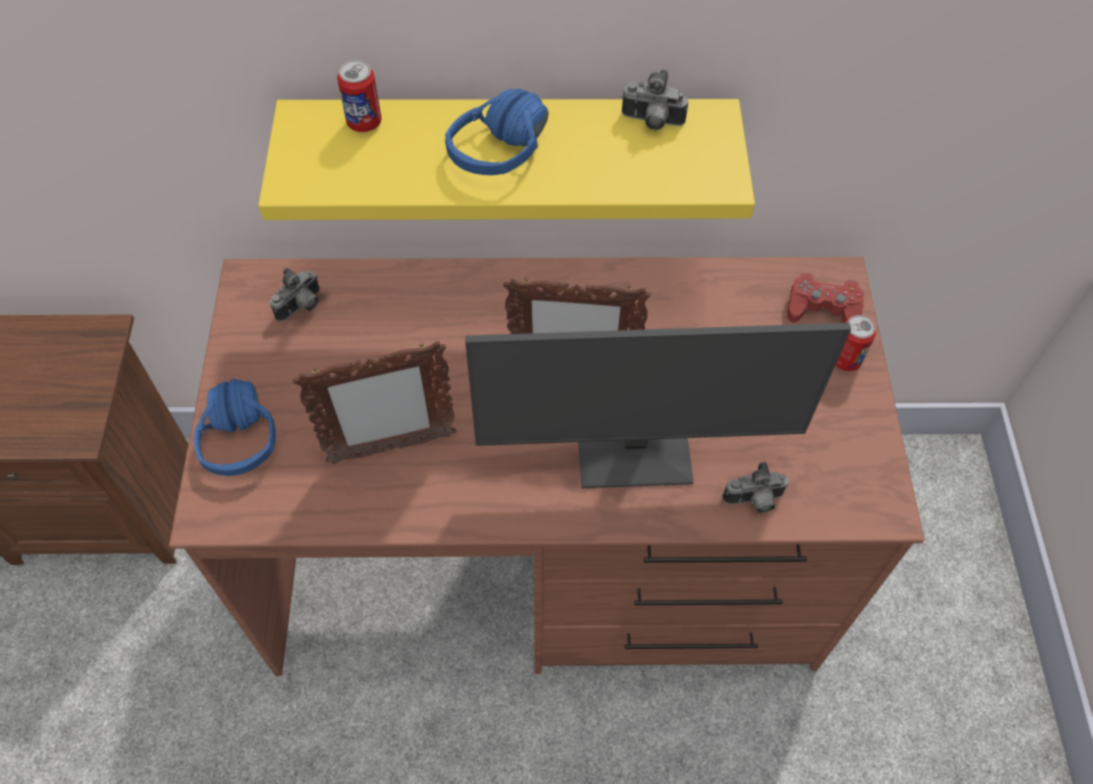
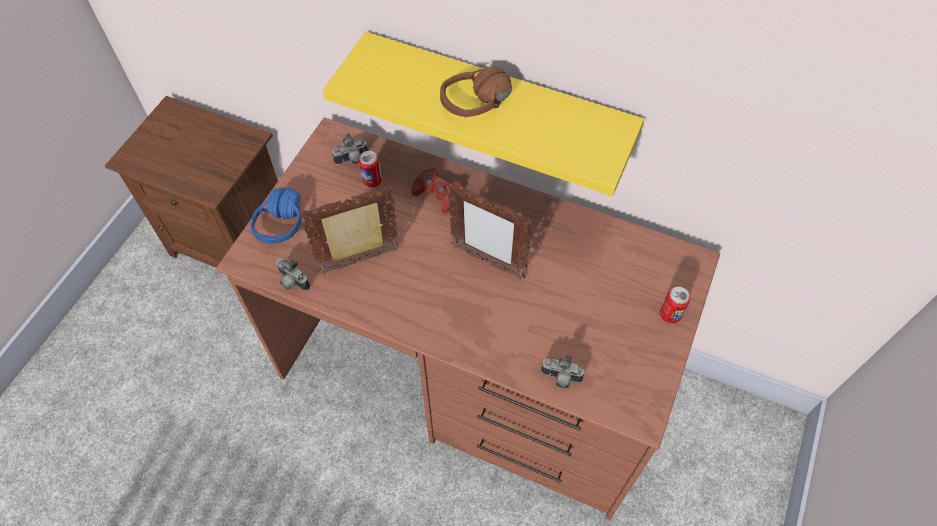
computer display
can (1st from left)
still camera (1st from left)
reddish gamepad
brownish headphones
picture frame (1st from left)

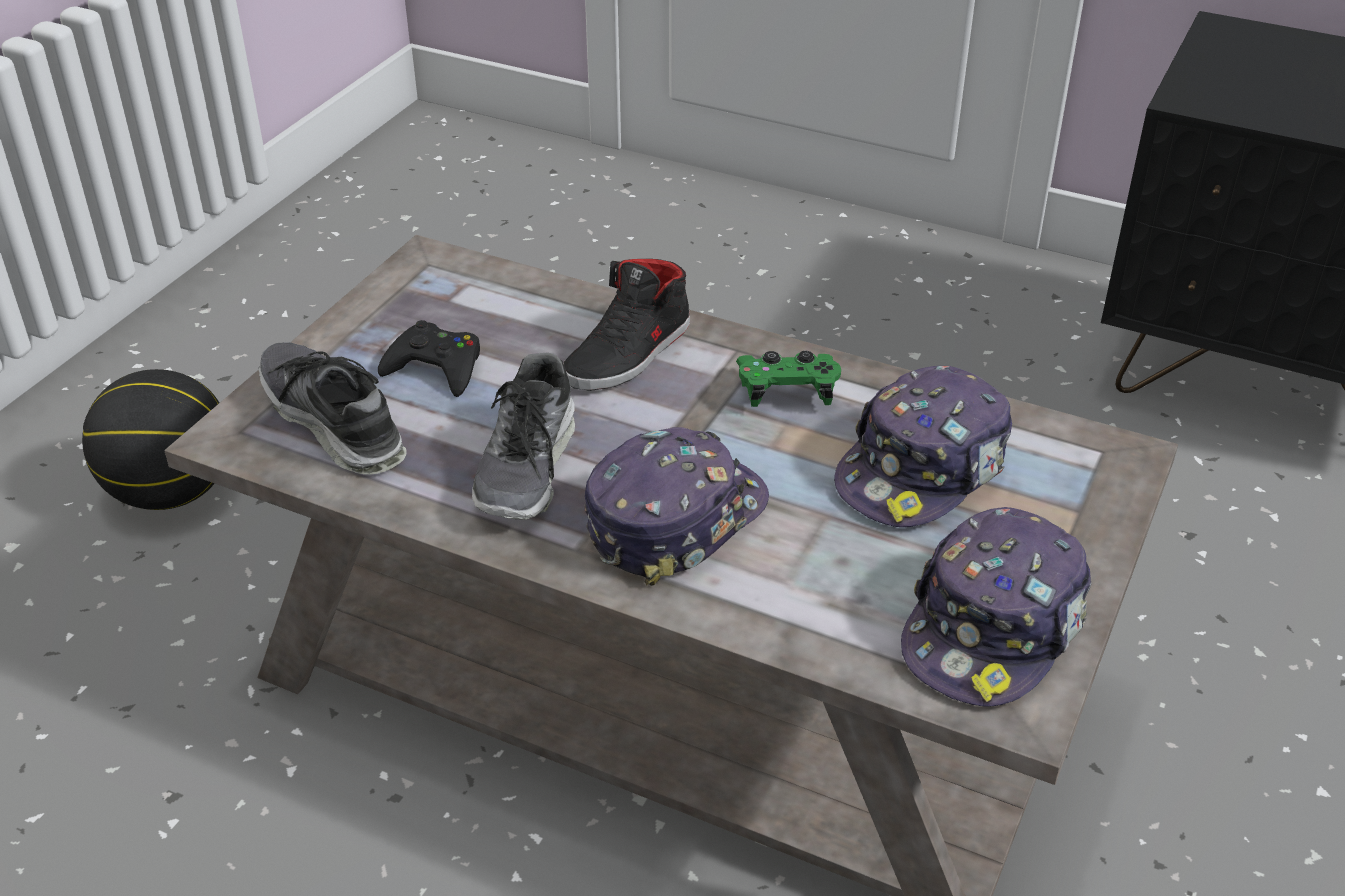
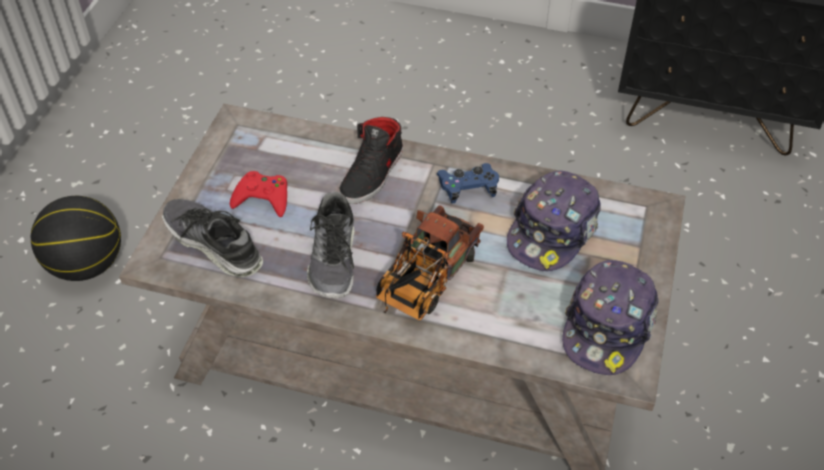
toy truck
reddish gamepad
blue-coloured gamepad

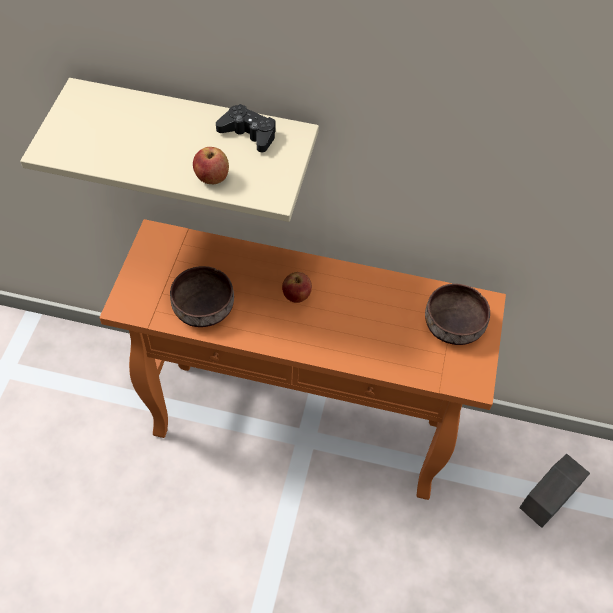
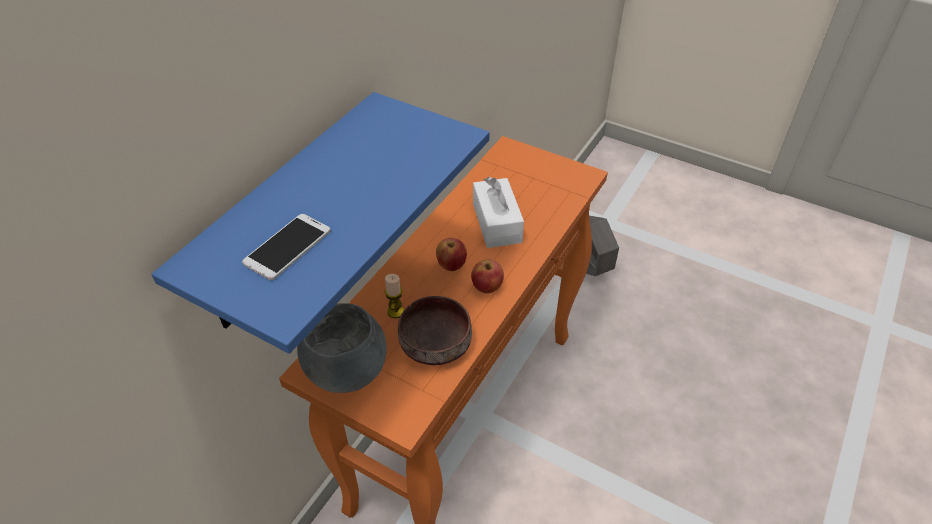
blackish gamepad
brownish bowl (2nd from left in the first image)
telephone
gray bowl
wax candle
white tissue box
apple (2nd from left)
blue-coloured bracket shelf

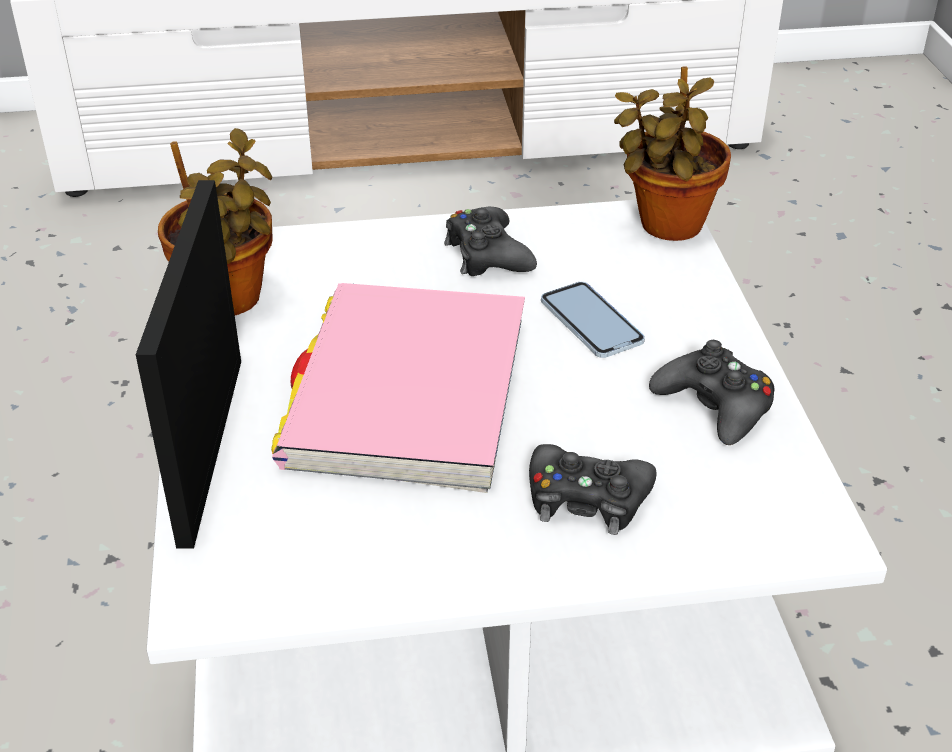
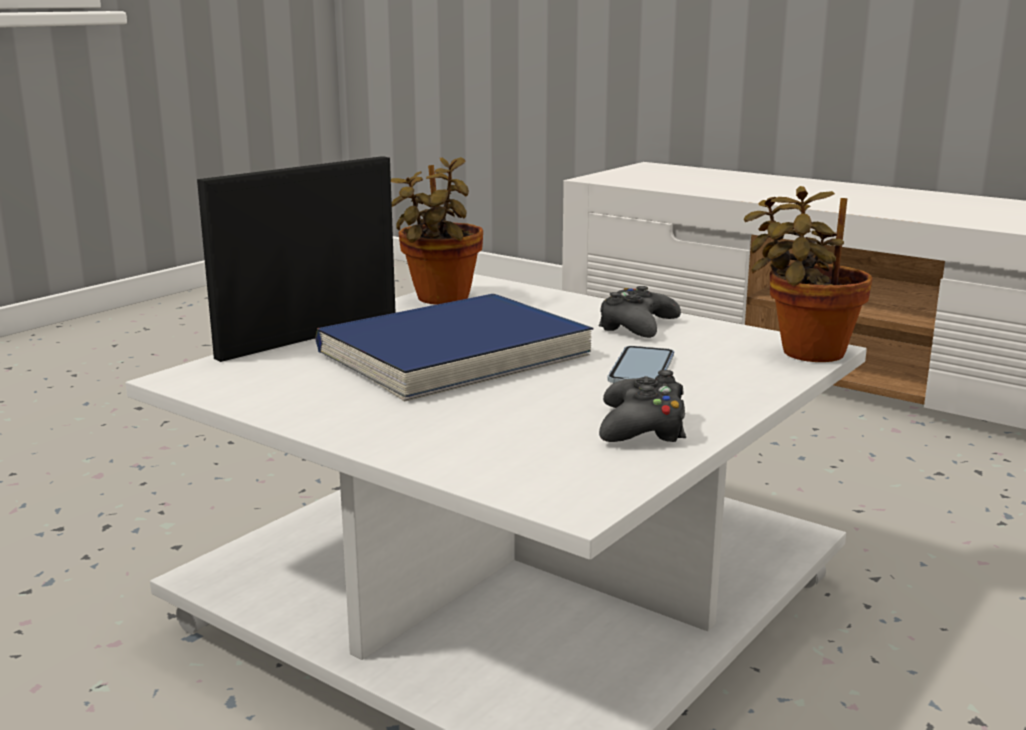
blackish gamepad (2nd from left in the first image)
blue-coloured bound book

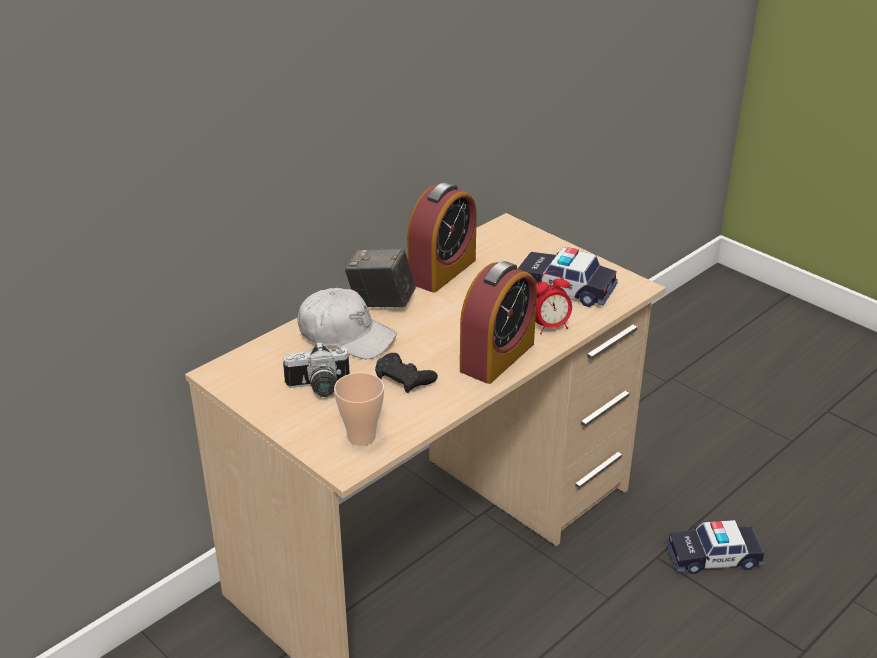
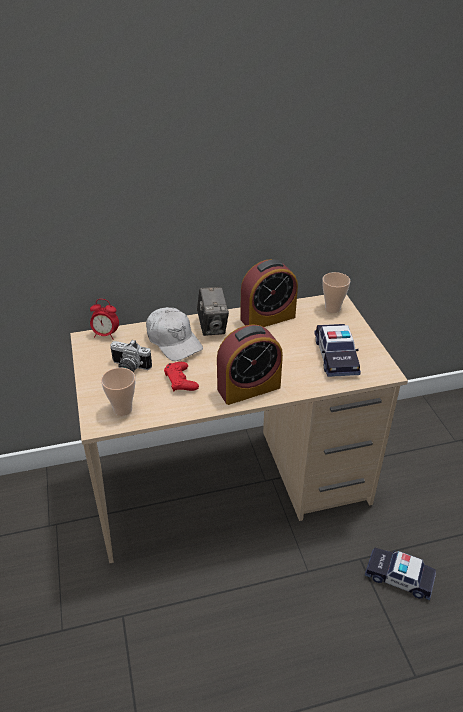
drinking cup (2nd from left)
bedside clock (1st from left)
reddish gamepad
still camera (2nd from left)
miniature car (1st from left)

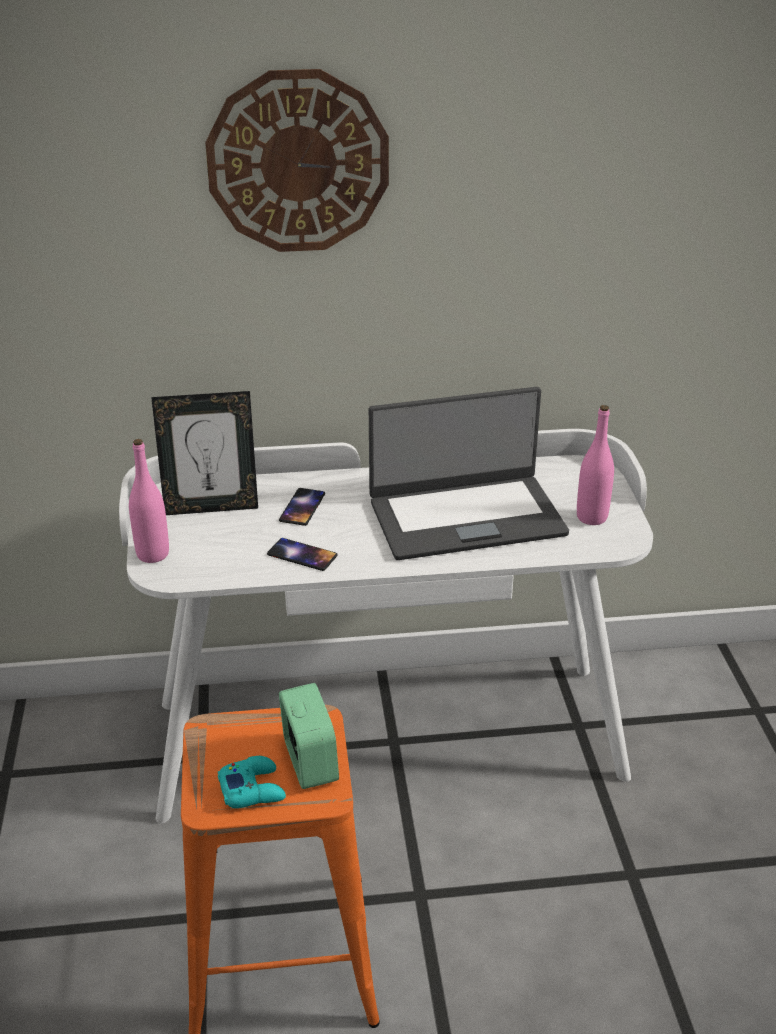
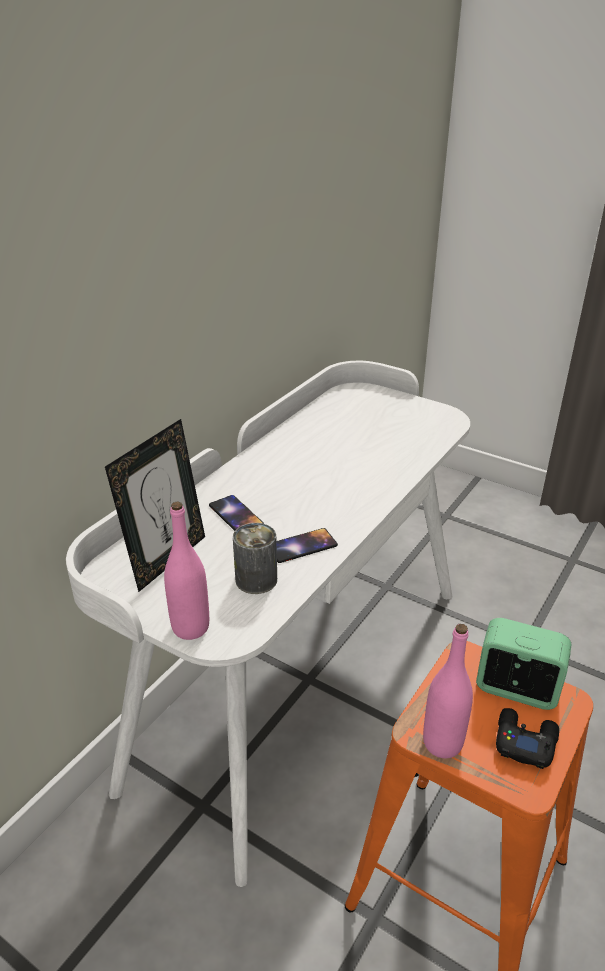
hanging clock
laptop
can
pink-coloured bottle (2nd from left)
blackish gamepad

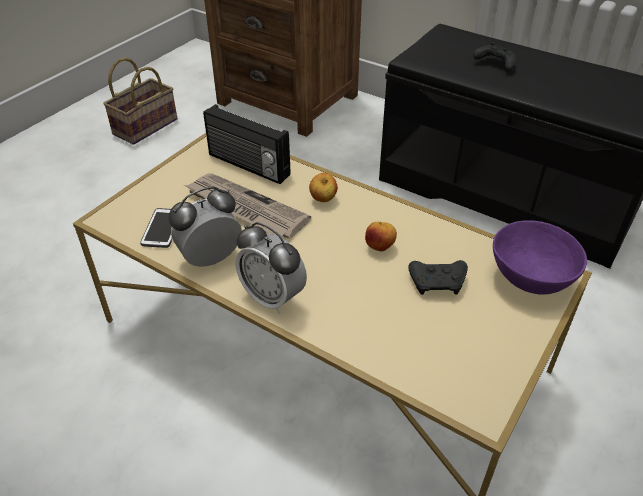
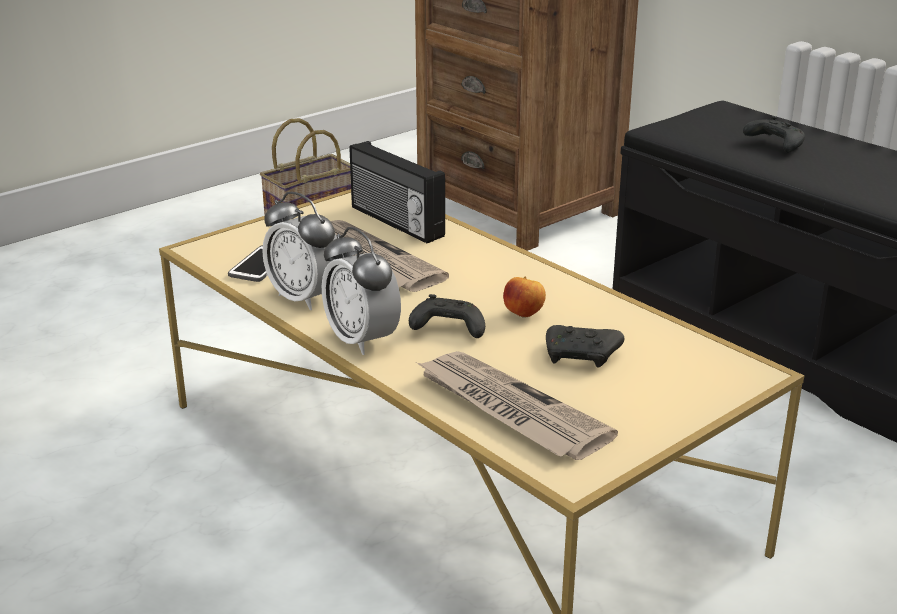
apple (1st from left in the first image)
purple-coloured bowl
blackish gamepad (1st from left)
daily paper (2nd from left)
bedside clock (1st from left)

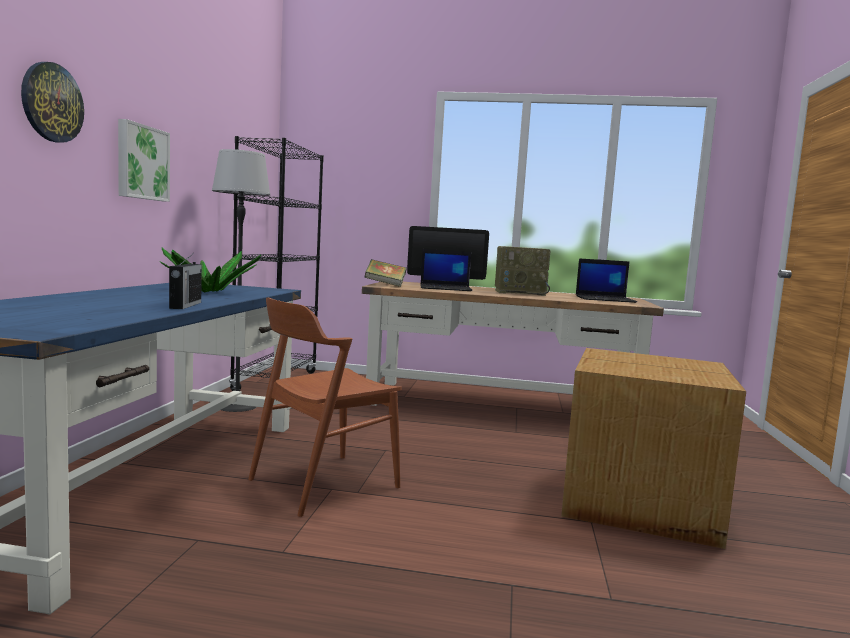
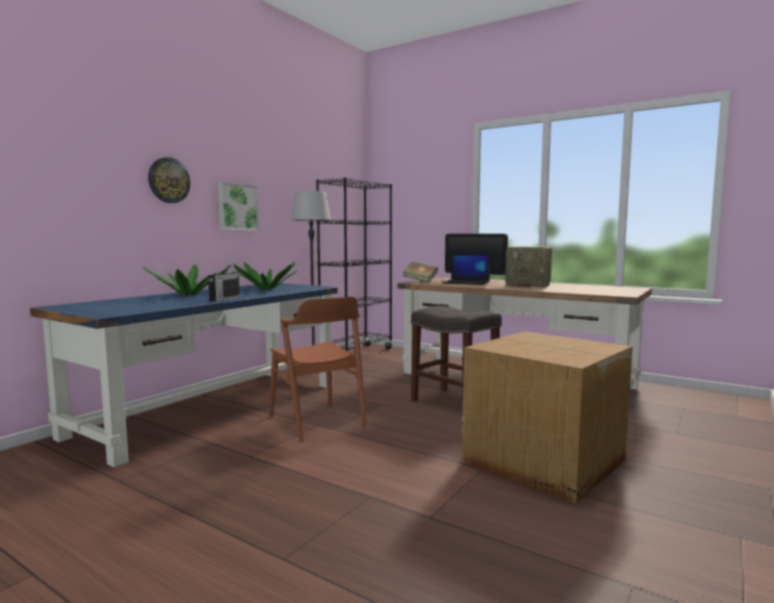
laptop (2nd from left in the first image)
houseplant (1st from left)
gray stool seat
brownish plain chair

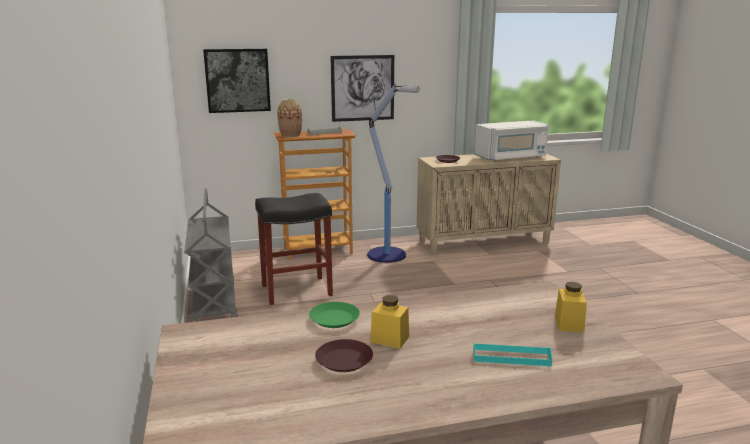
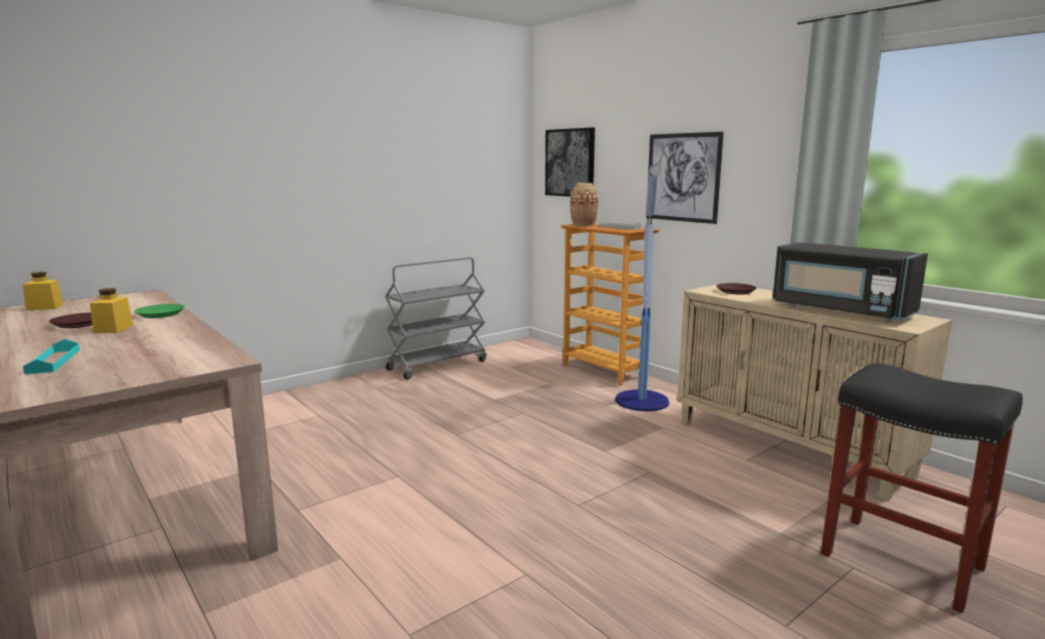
blackish stool seat
yellowish jar (1st from left)
blackish kitchen microwave

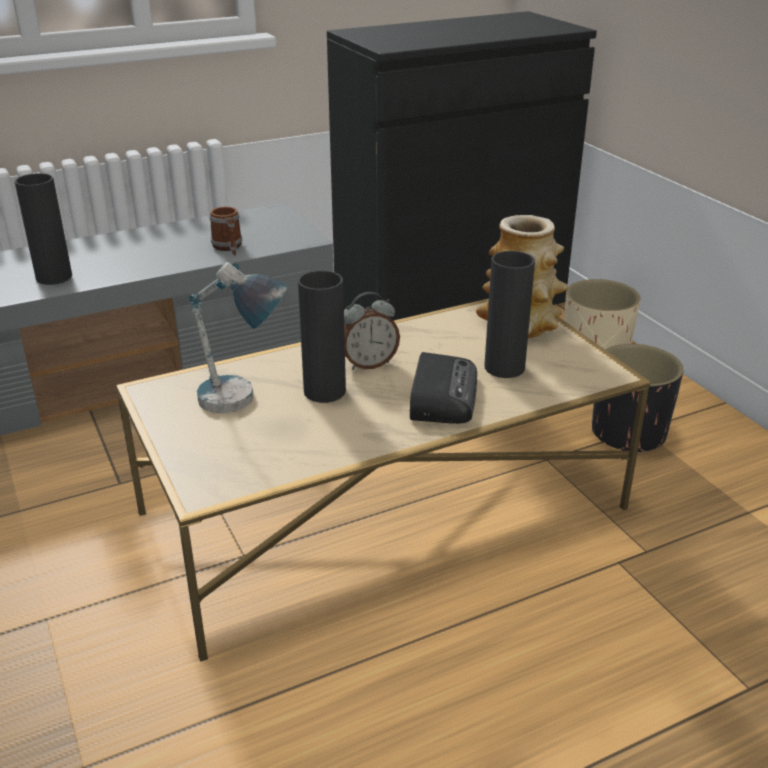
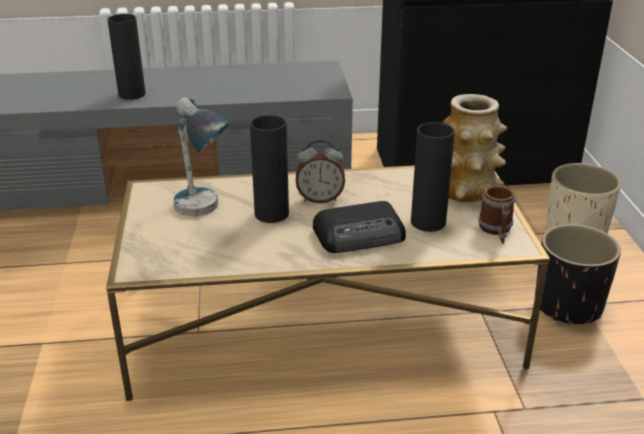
mug
radio set

